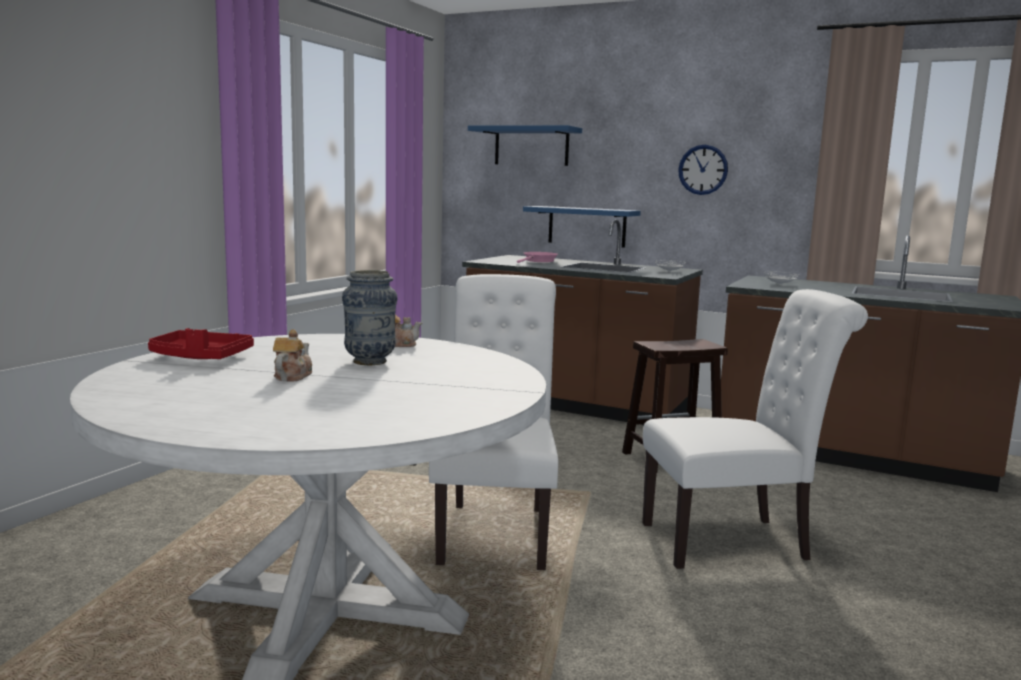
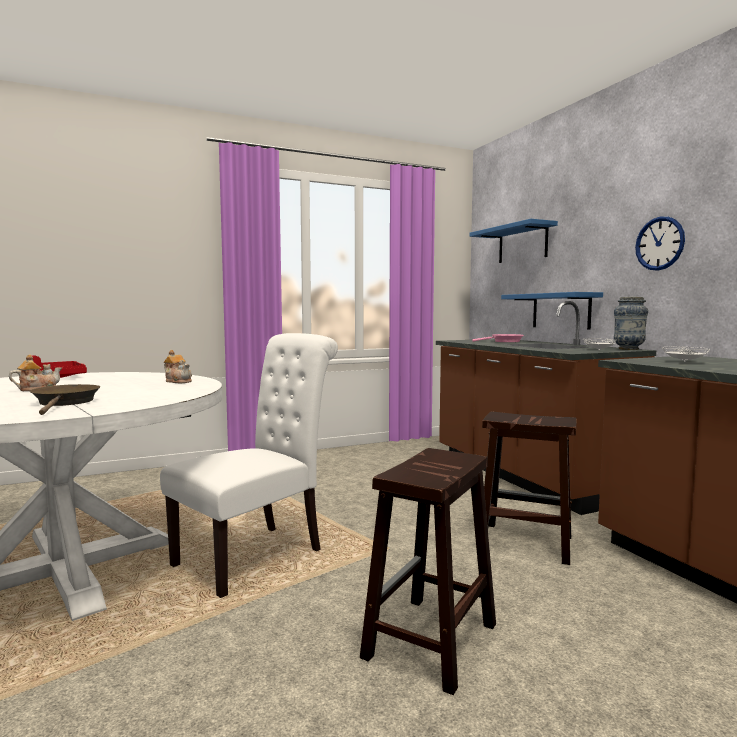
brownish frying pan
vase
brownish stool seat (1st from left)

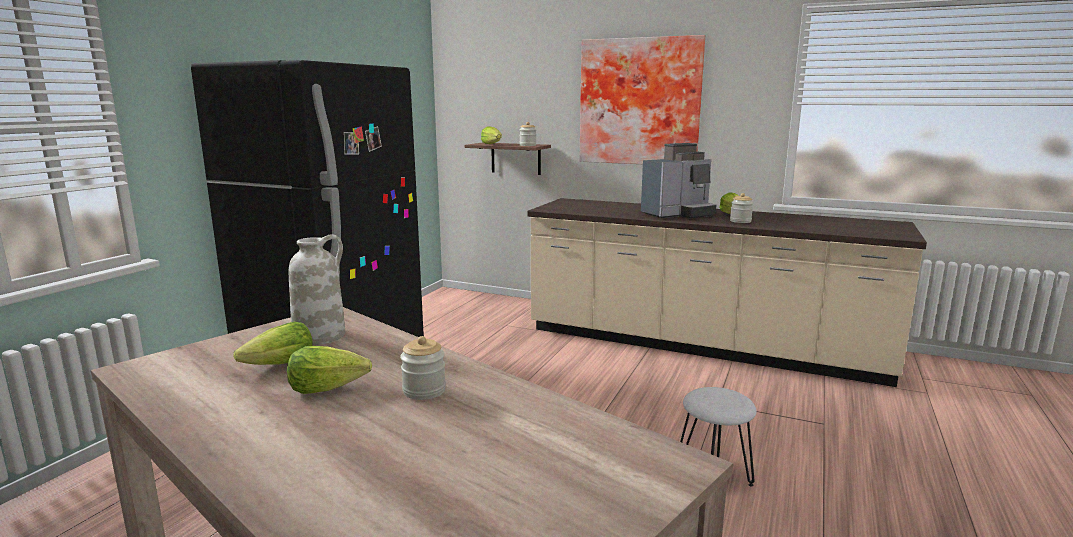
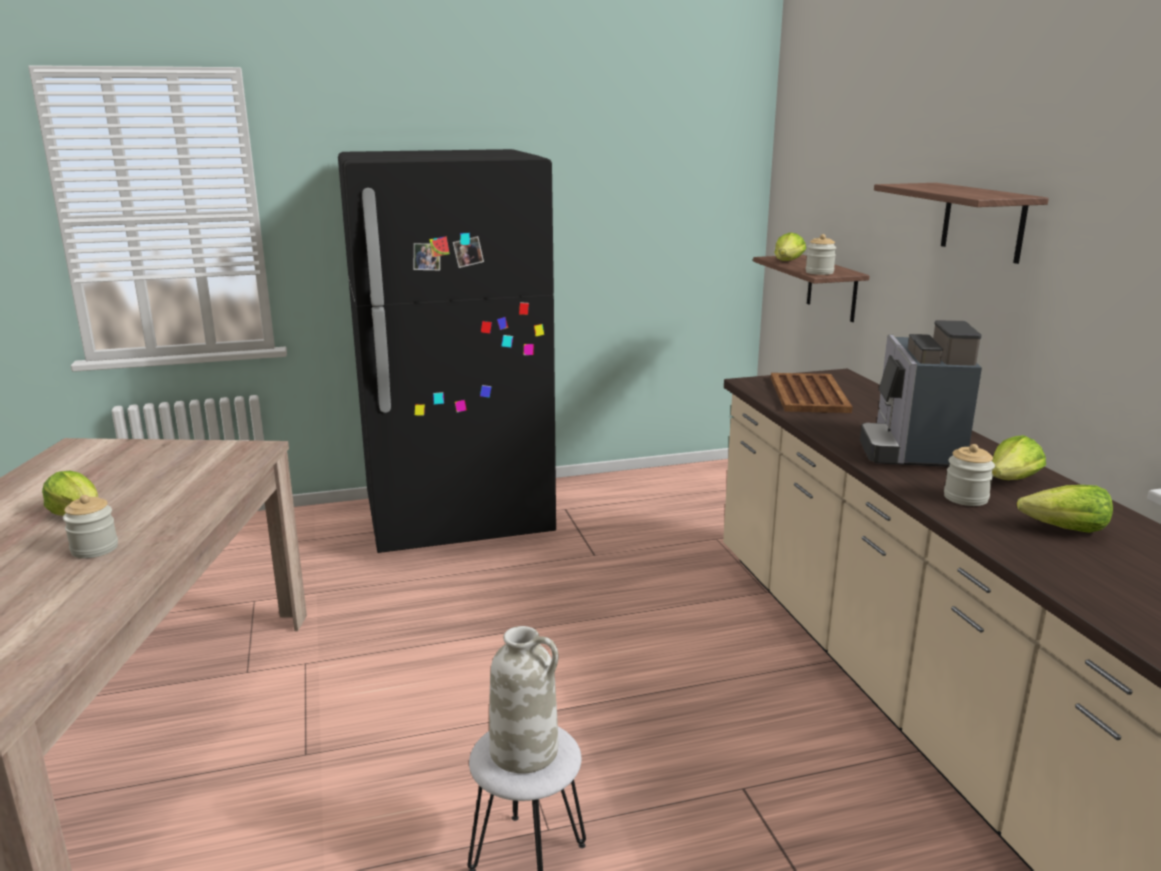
brownish carrying tray
lettuce (4th from left)
white vase
bracket shelf (2nd from left)
coffee maker

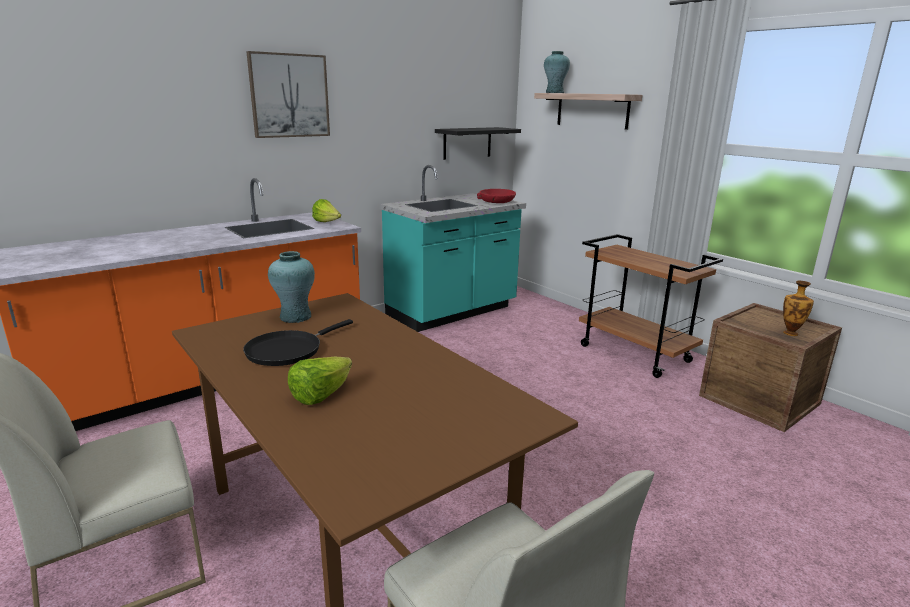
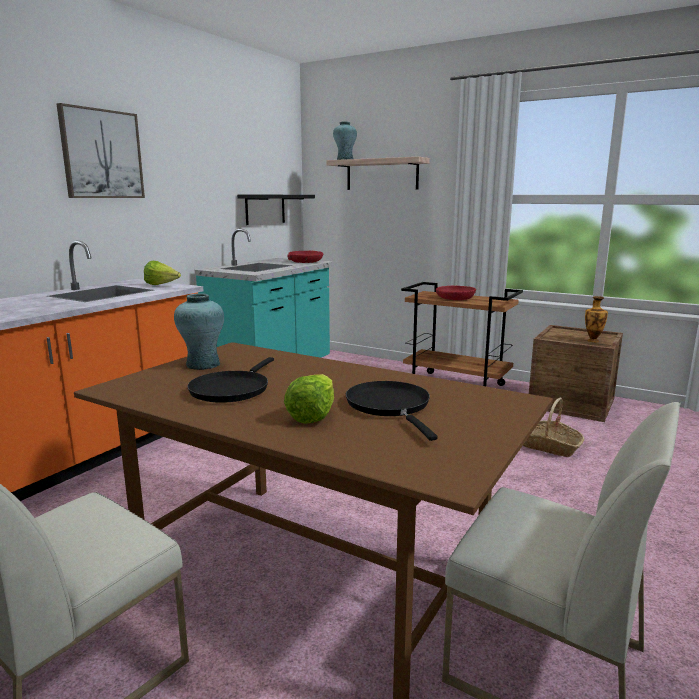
blackish frying pan (2nd from left)
reddish bowl (2nd from left)
storage basket

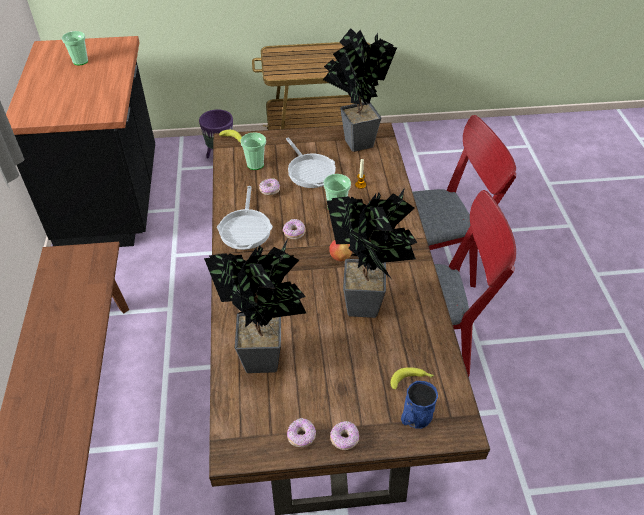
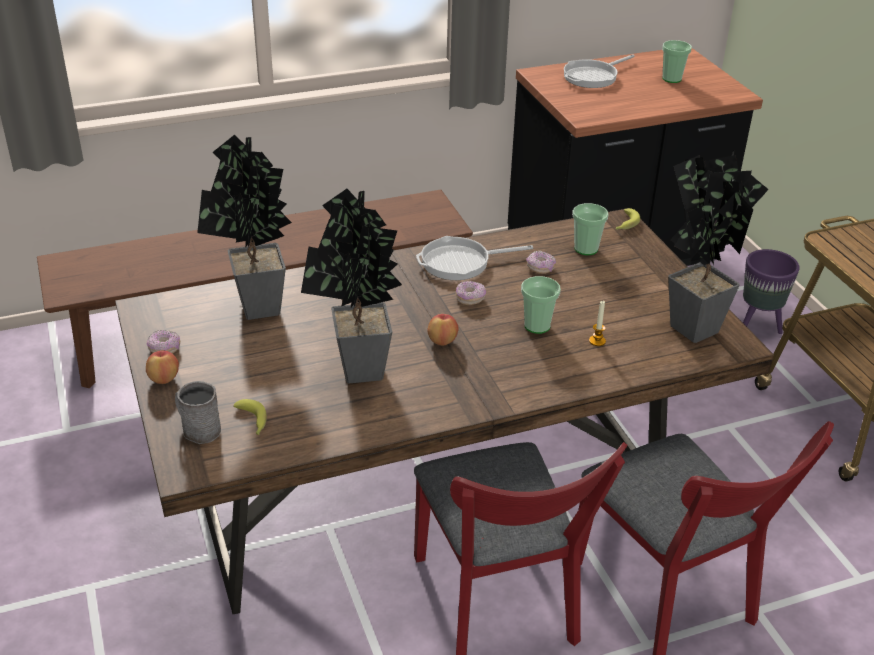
frying pan (2nd from left)
apple (1st from left)
gray mug

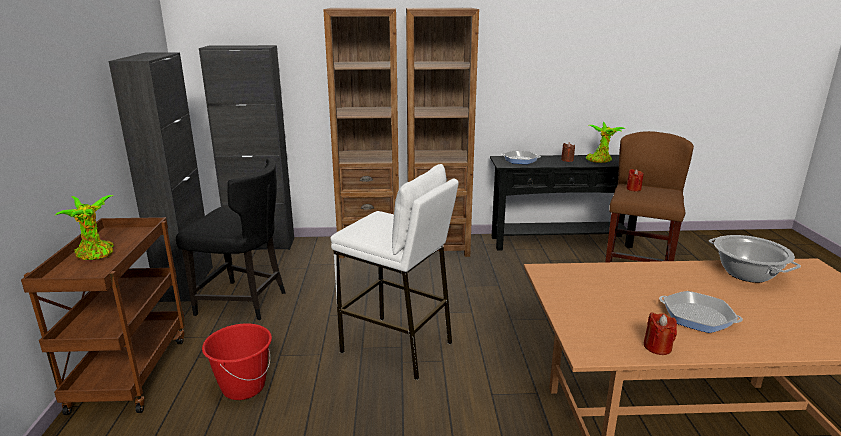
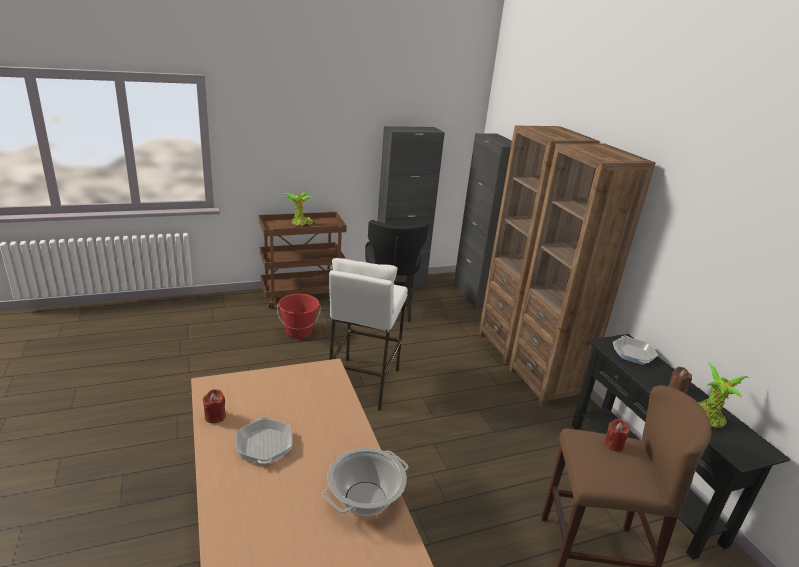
frying pan (1st from left)

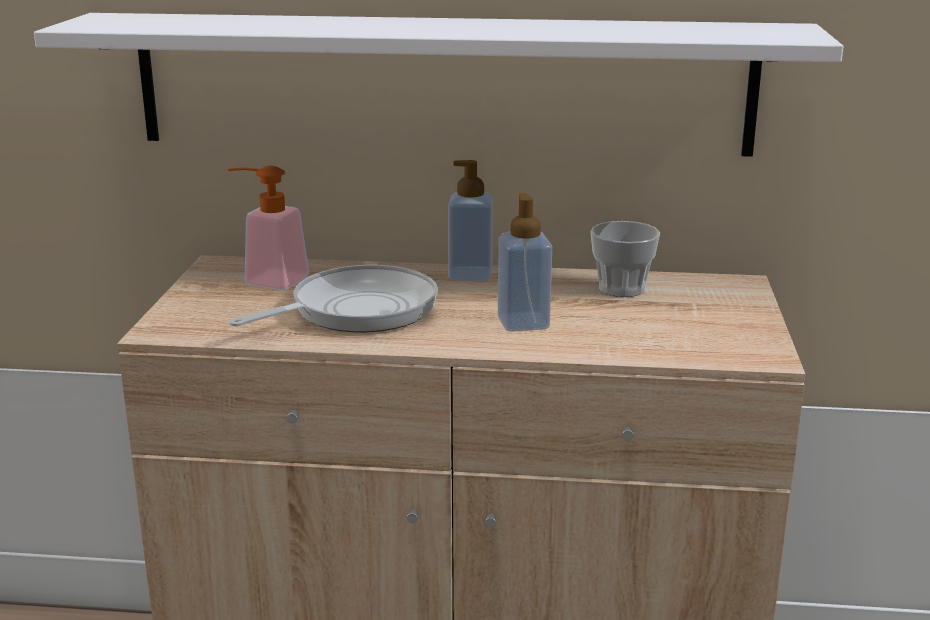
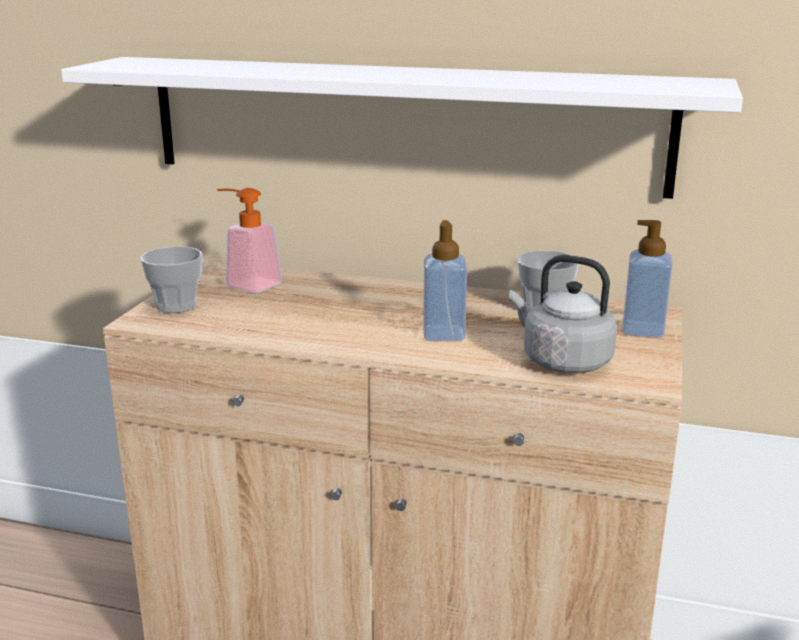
frying pan
drinking cup (1st from left)
gray tea kettle
soap bottle (3rd from left)

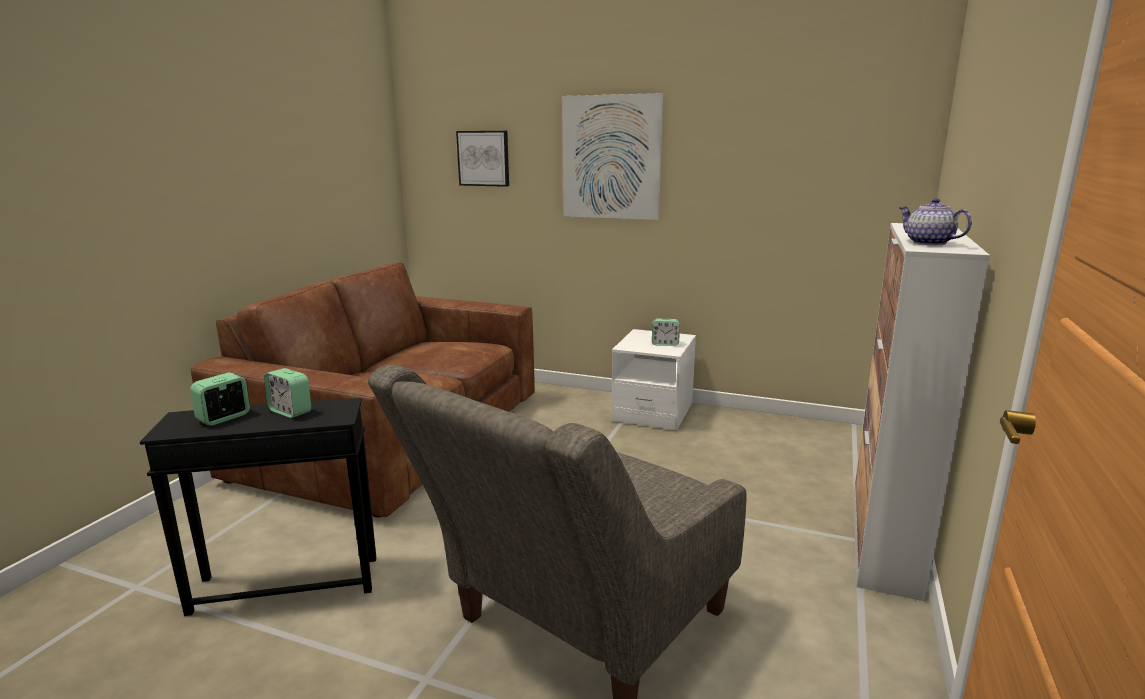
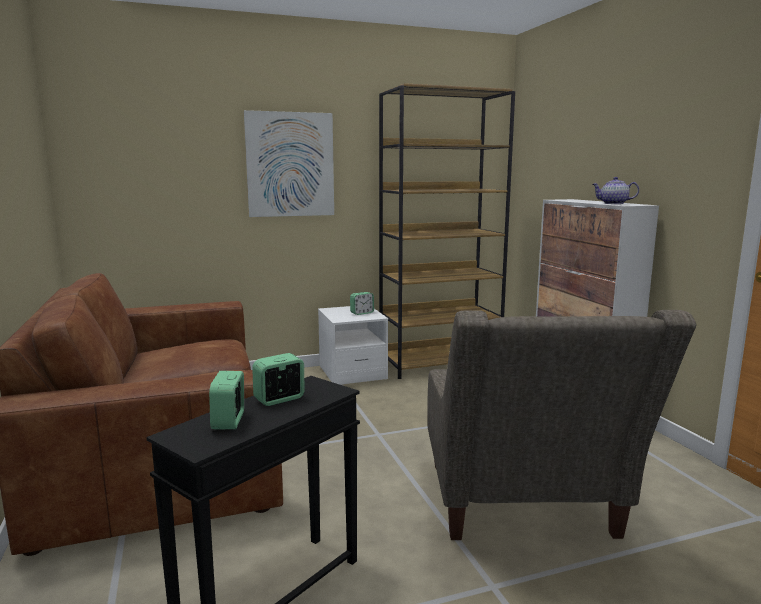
picture (1st from left in the first image)
brownish bookshelf
bedside clock (2nd from left)

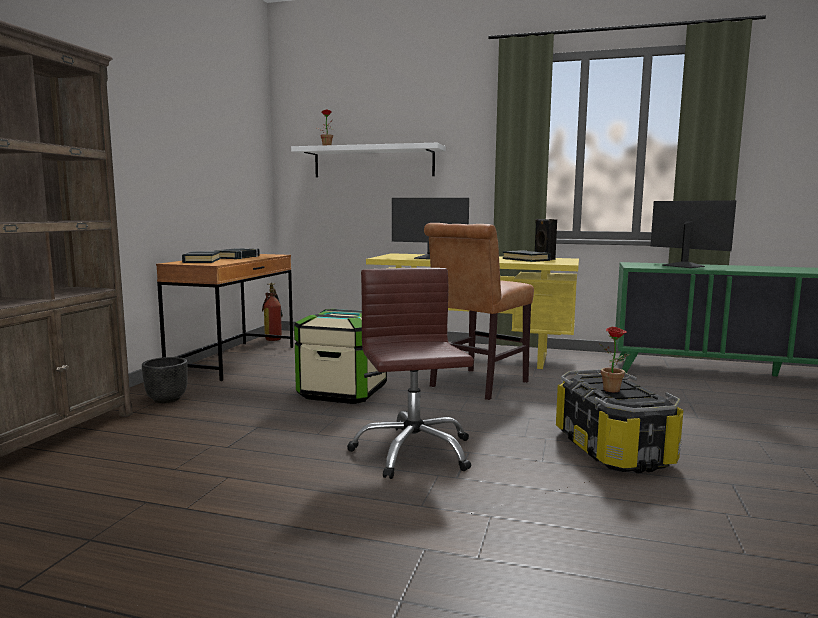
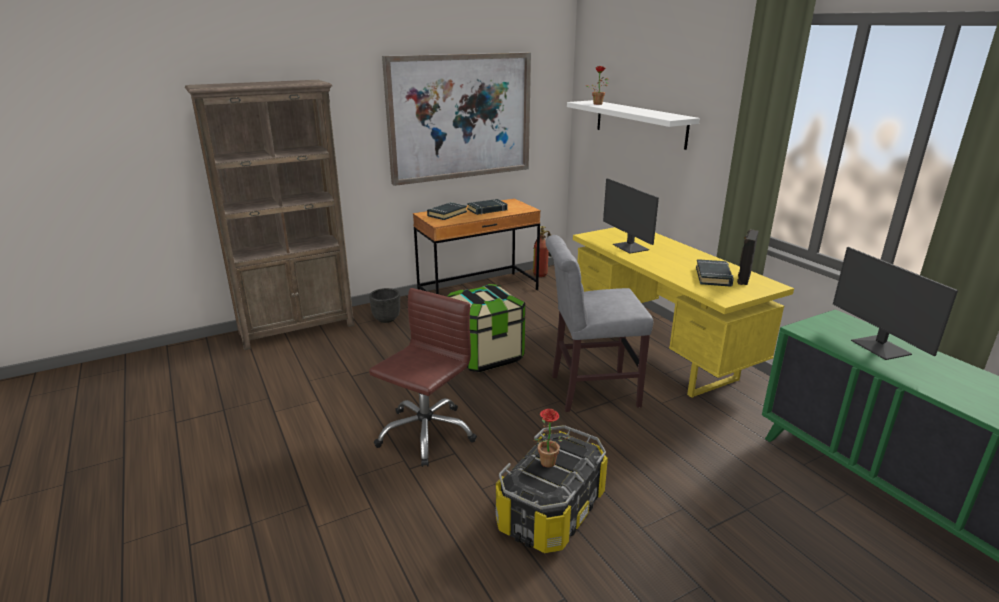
picture
gray plain chair
computer display (2nd from left)

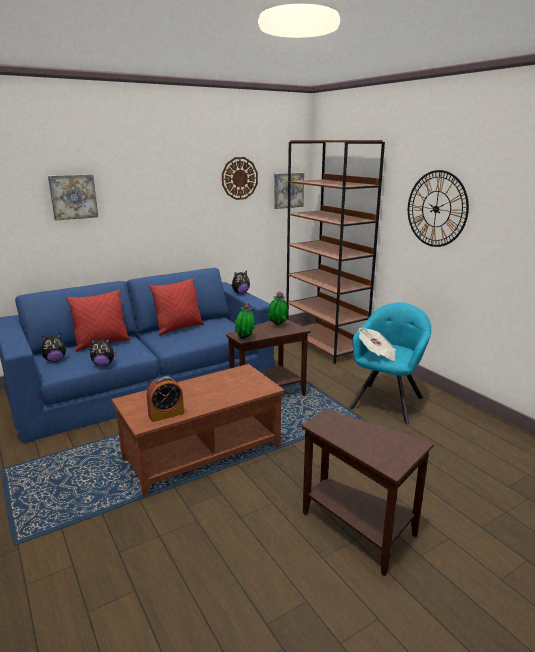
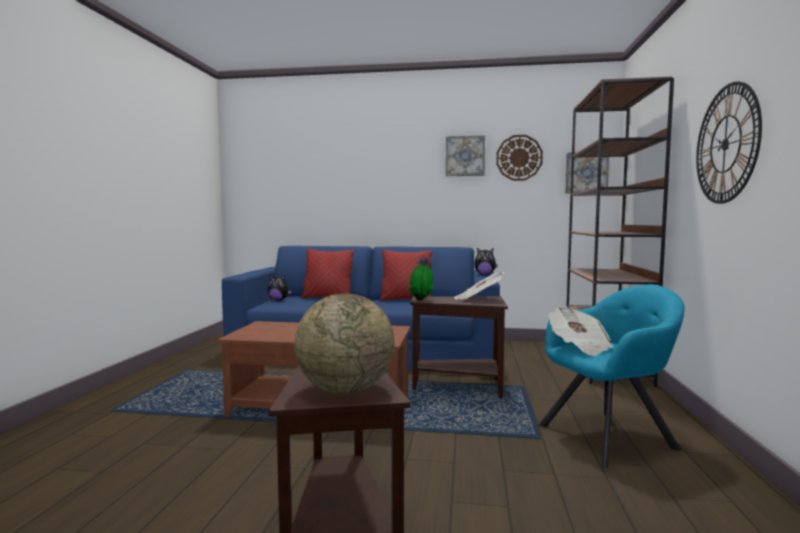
soft toy (2nd from left in the first image)
bedside clock
globe
picture (1st from left)
daily paper (1st from left)

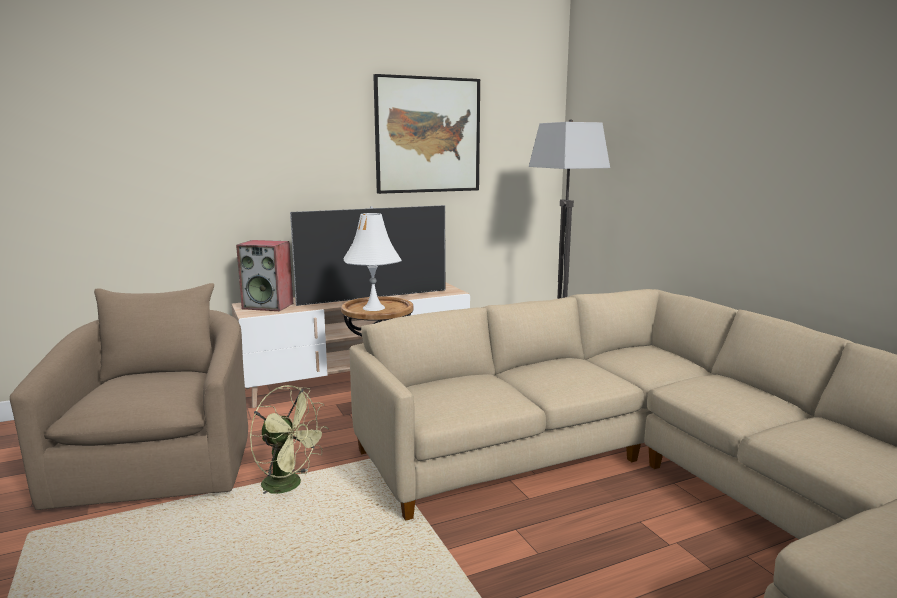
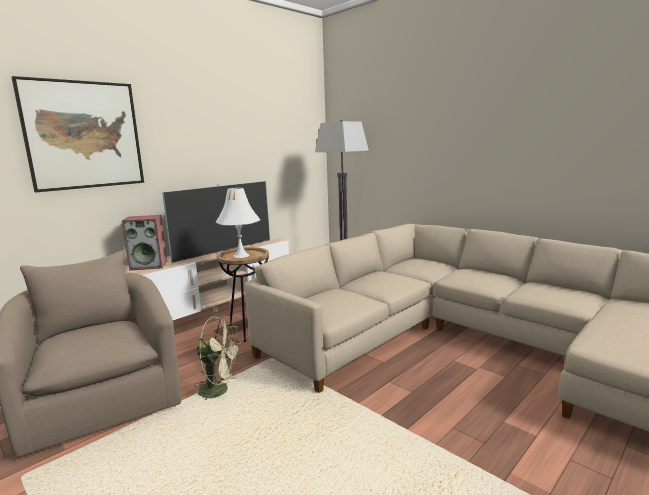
picture

